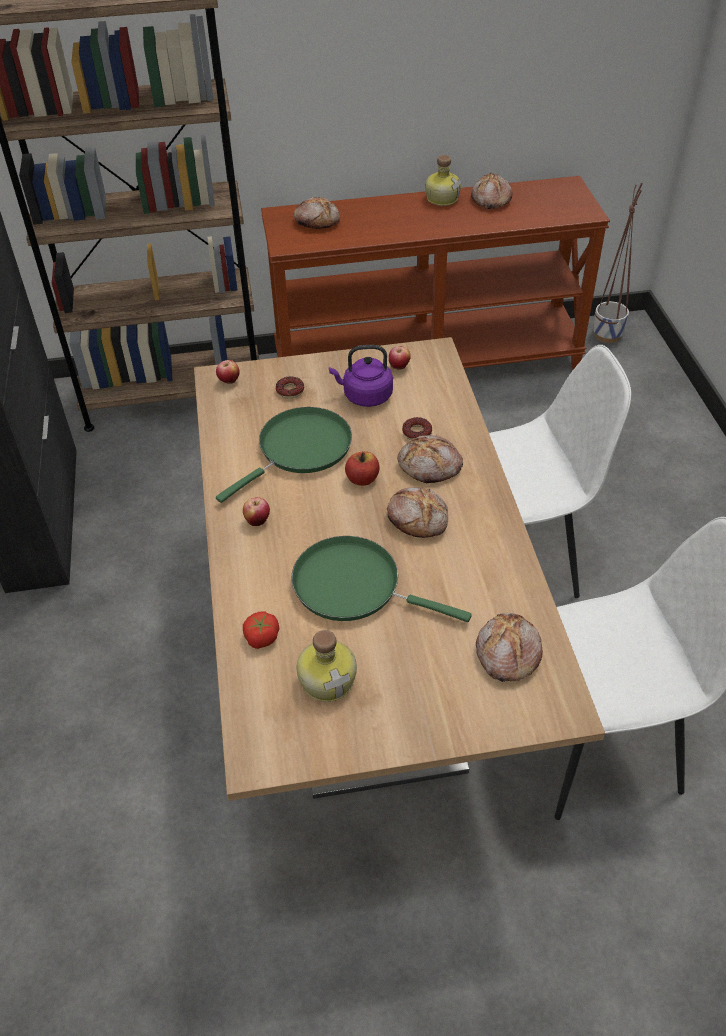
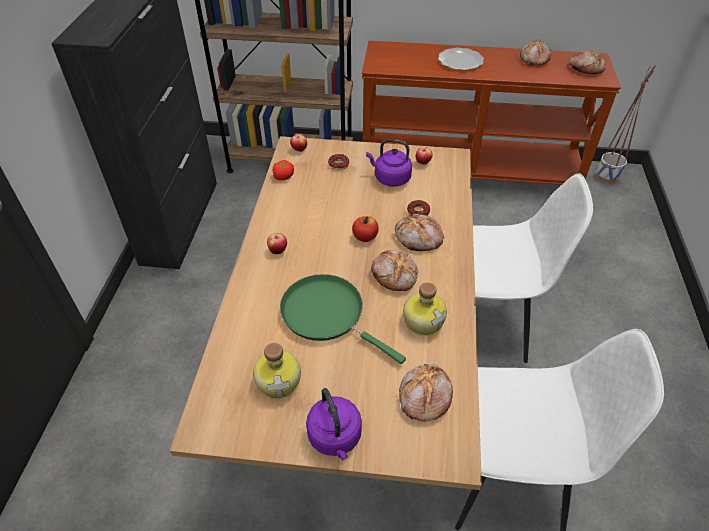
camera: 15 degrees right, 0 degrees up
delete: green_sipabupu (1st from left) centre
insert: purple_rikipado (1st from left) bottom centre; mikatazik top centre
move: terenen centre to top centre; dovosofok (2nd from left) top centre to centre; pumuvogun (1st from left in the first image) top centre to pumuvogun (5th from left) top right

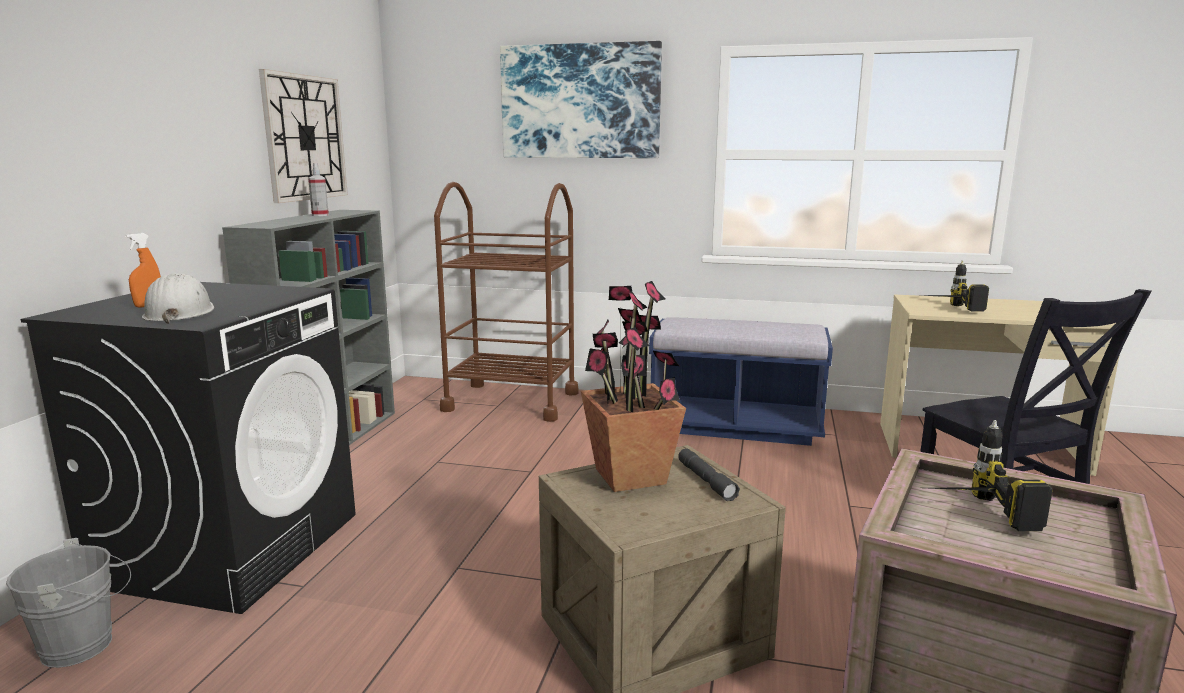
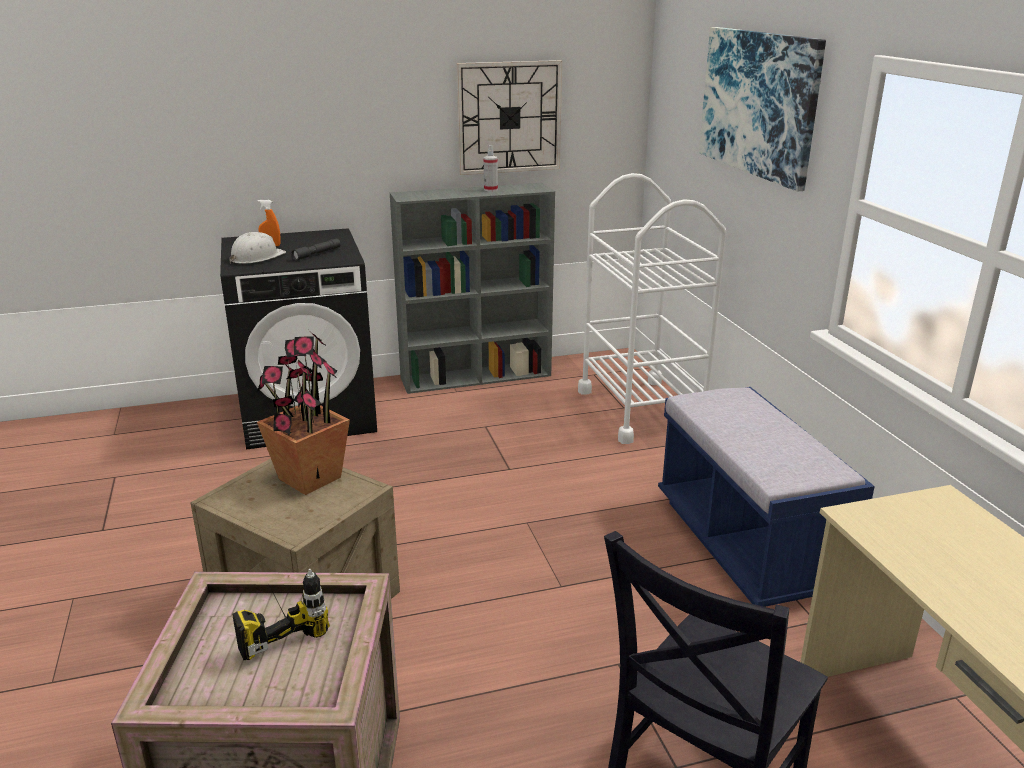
camera: 60 degrees right, 10 degrees up
delete: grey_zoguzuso bottom left; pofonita (1st from left) middle right
move: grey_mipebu bottom centre to top left
recolor: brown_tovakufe centre to white_tovakufe centre

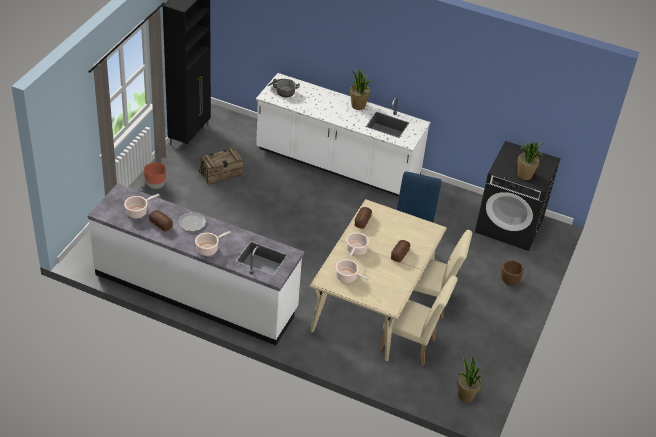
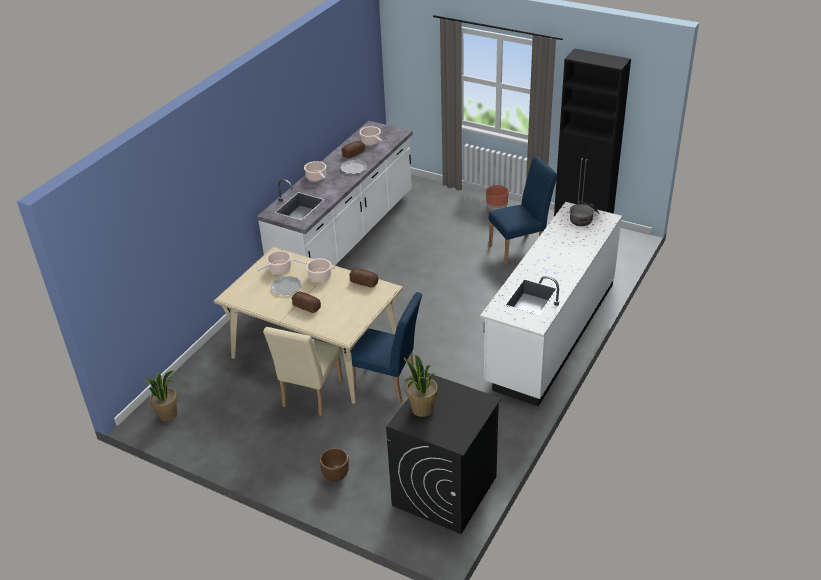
camera: 100 degrees right, 5 degrees down
delete: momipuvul (1st from left) top centre; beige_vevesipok (1st from left) bottom centre
insert: mikatazik (1st from left) centre
replace: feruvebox centre to blue_vevesipok (2nd from left) centre

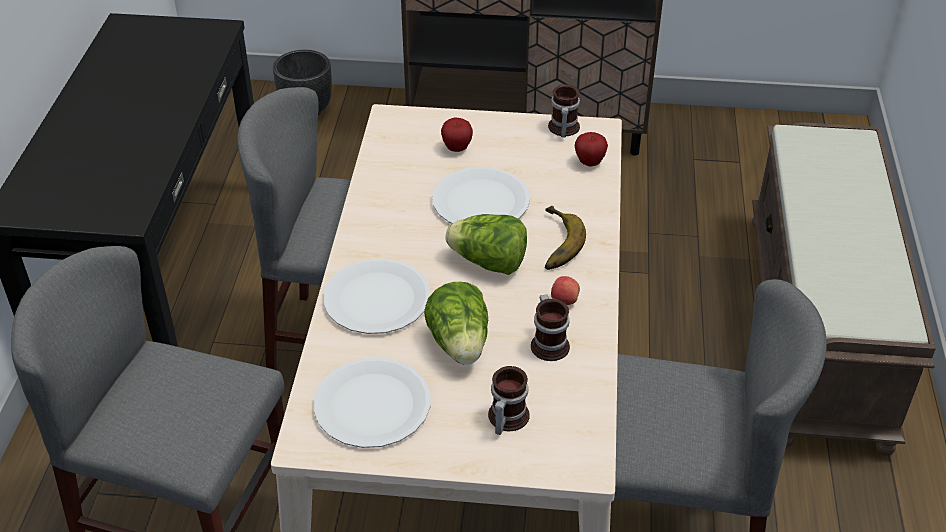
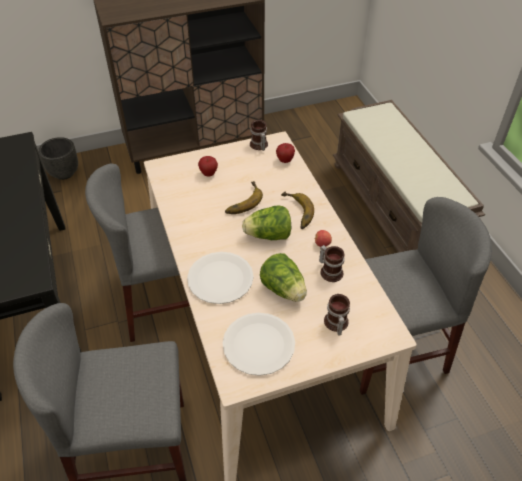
camera: 25 degrees left, 5 degrees up
replace: white_mikatazik (3rd from left) centre to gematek (1st from left) centre

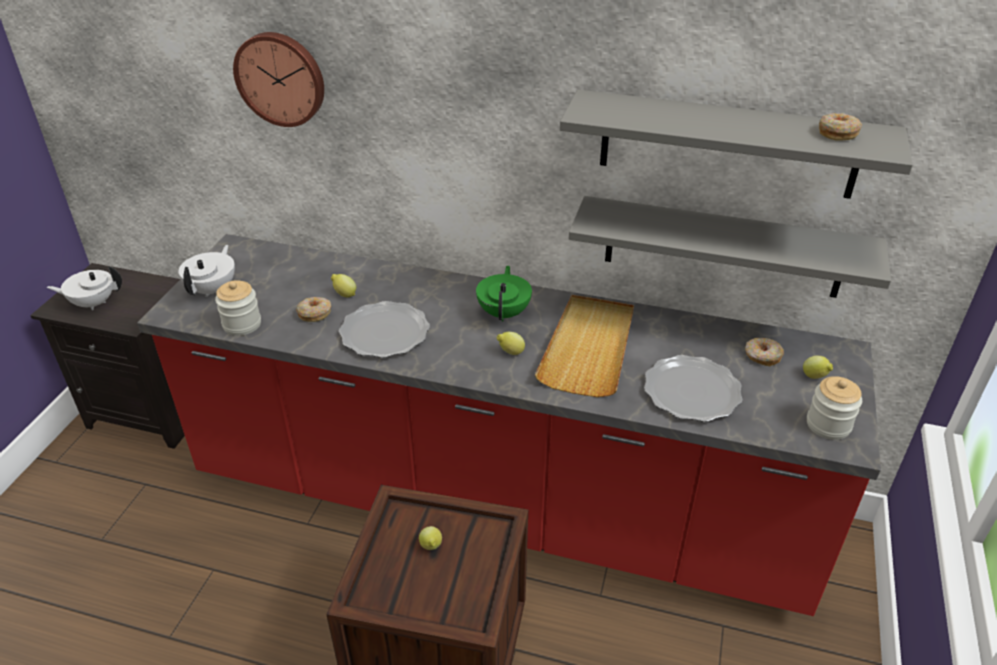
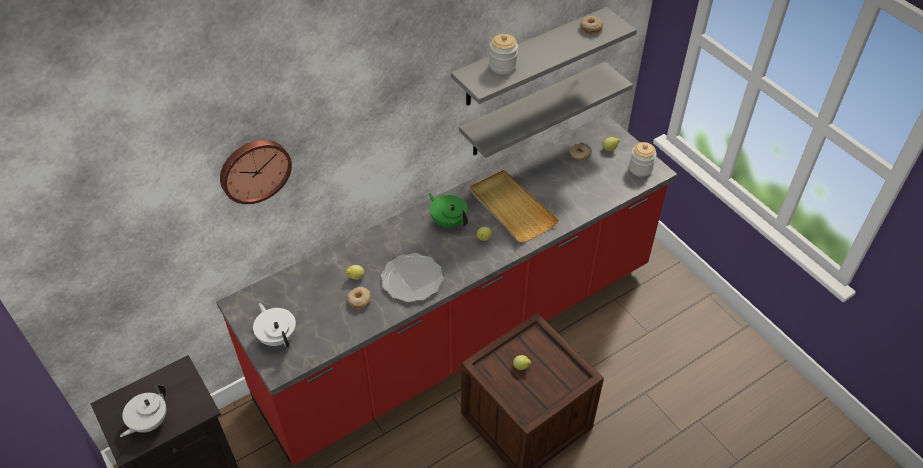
camera: 50 degrees left, 10 degrees up
delete: mikatazik (2nd from left) middle right
move: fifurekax (1st from left) middle left to top centre

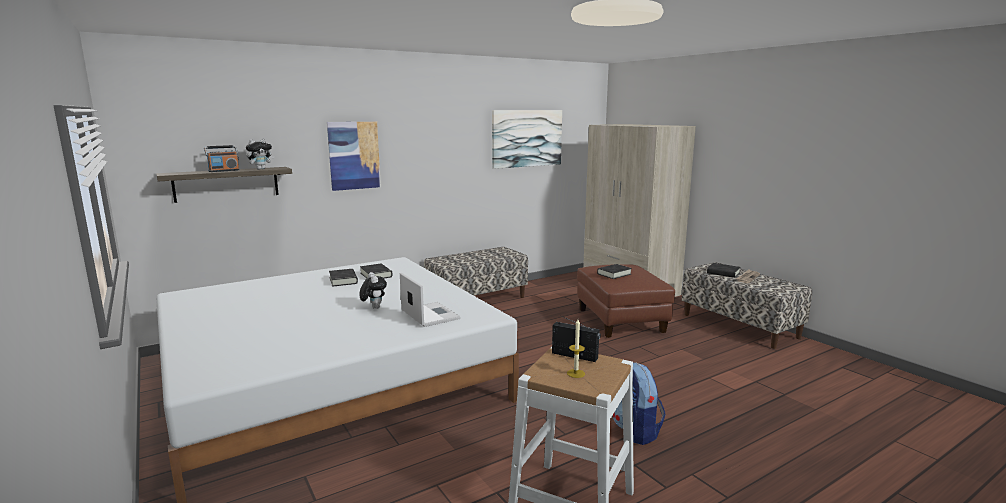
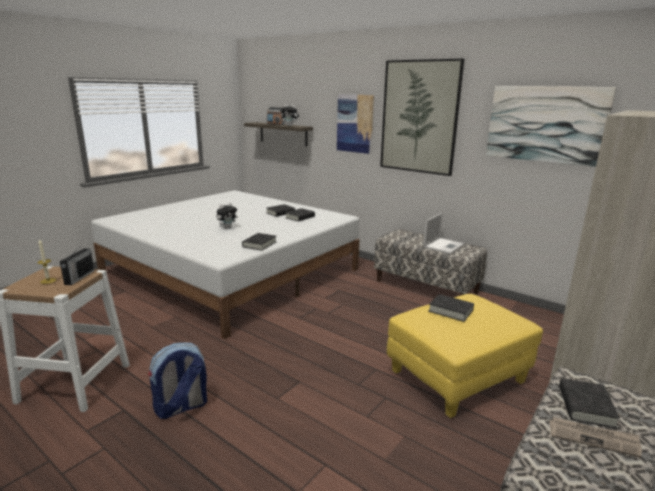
camera: 70 degrees right, 5 degrees up
insert: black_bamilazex (1st from left) centre; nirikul (2nd from left) top centre
move: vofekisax centre to middle right
recolor: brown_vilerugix centre to yellow_vilerugix bottom right

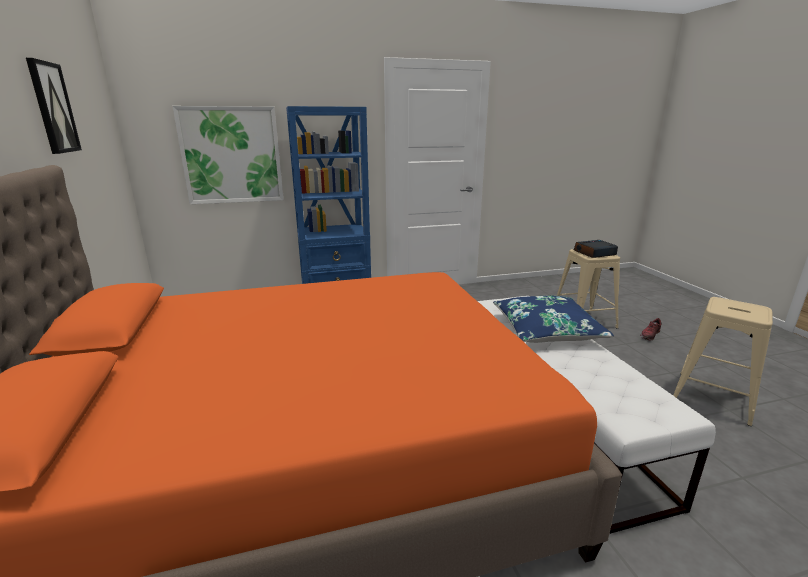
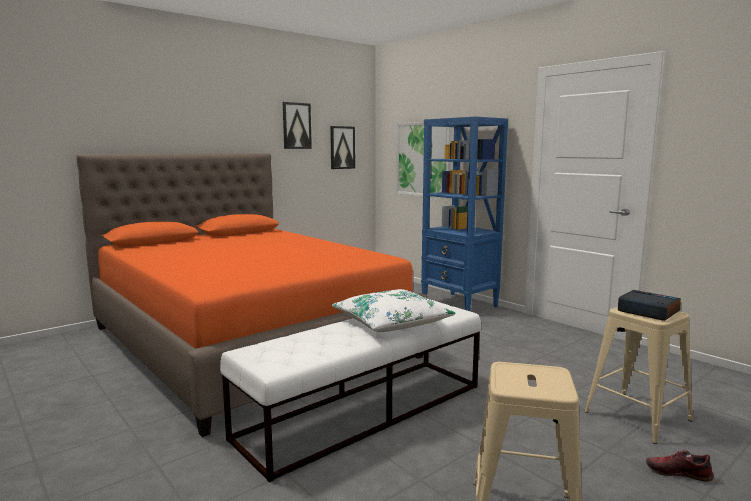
camera: 65 degrees right, 10 degrees down
insert: nirikul (2nd from left) top centre
recolor: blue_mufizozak middle right to white_mufizozak centre

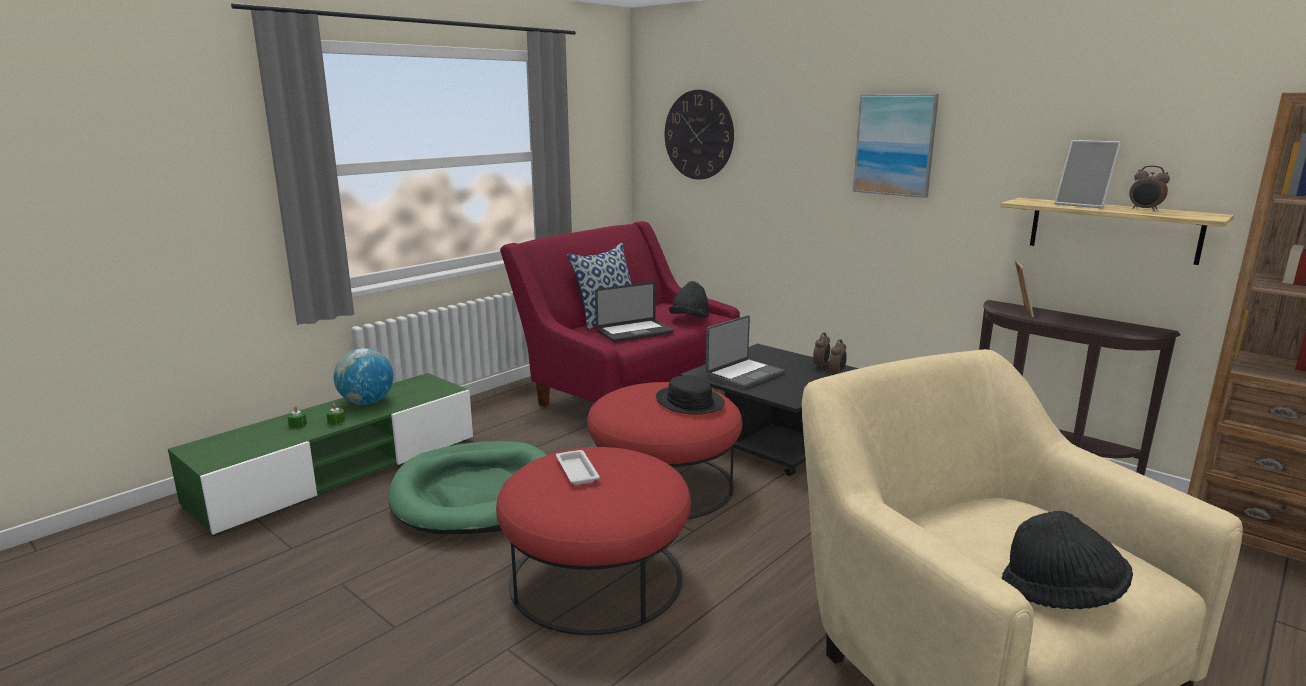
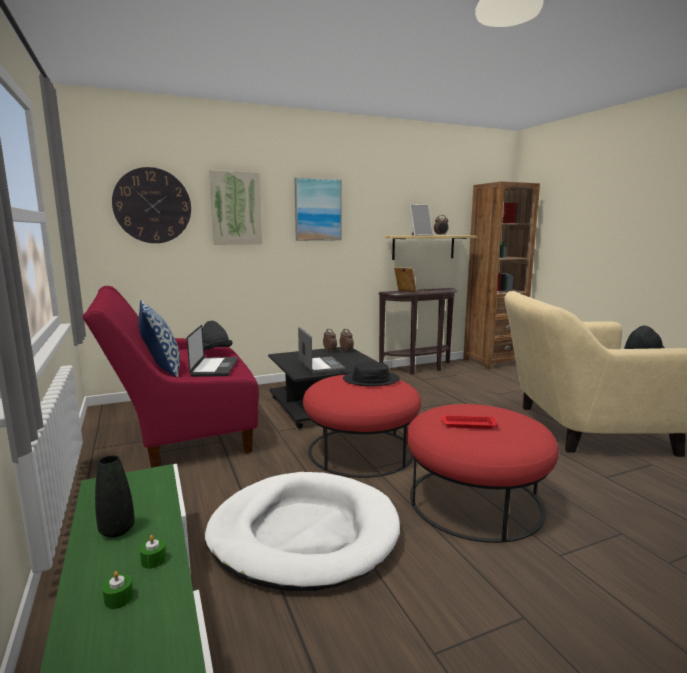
camera: 65 degrees left, 5 degrees down
insert: nirikul (1st from left) top centre
replace: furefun middle left to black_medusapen bottom left
recolor: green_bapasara bottom centre to white_bapasara bottom centre; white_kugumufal bottom centre to red_kugumufal middle right

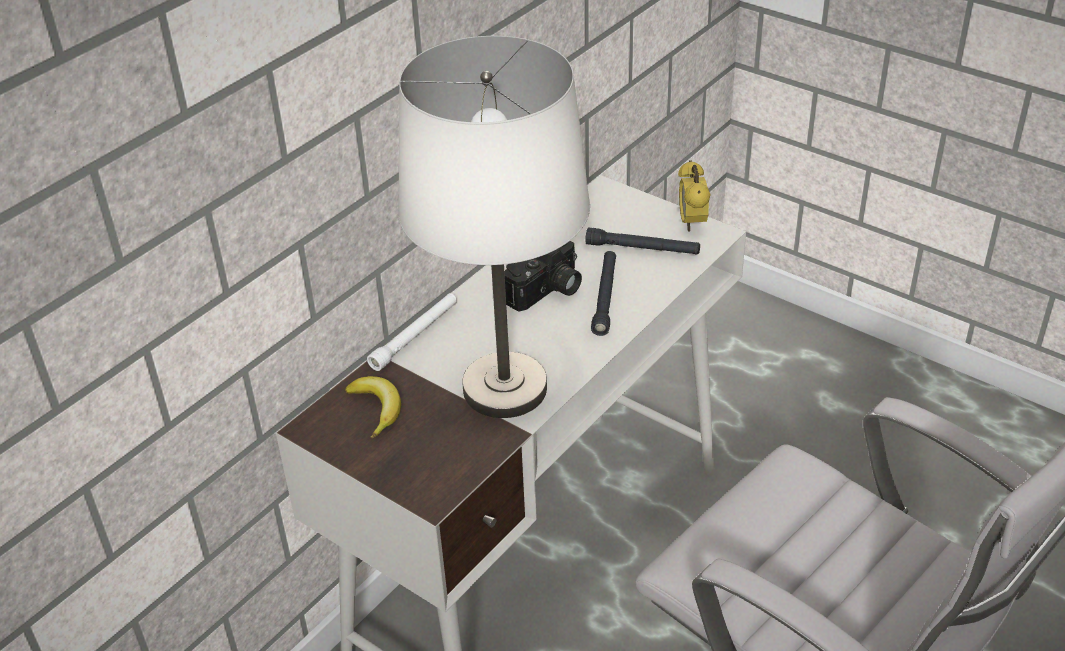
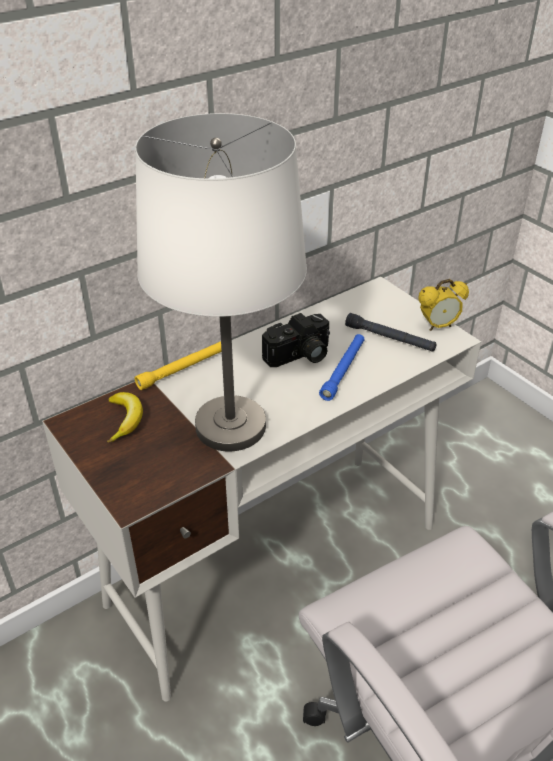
camera: 15 degrees right, 0 degrees up
recolor: white_mipebu centre to yellow_mipebu middle left; black_mipebu (1st from left) centre to blue_mipebu centre
rotate: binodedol top centre = middle right 120 degrees counterclockwise

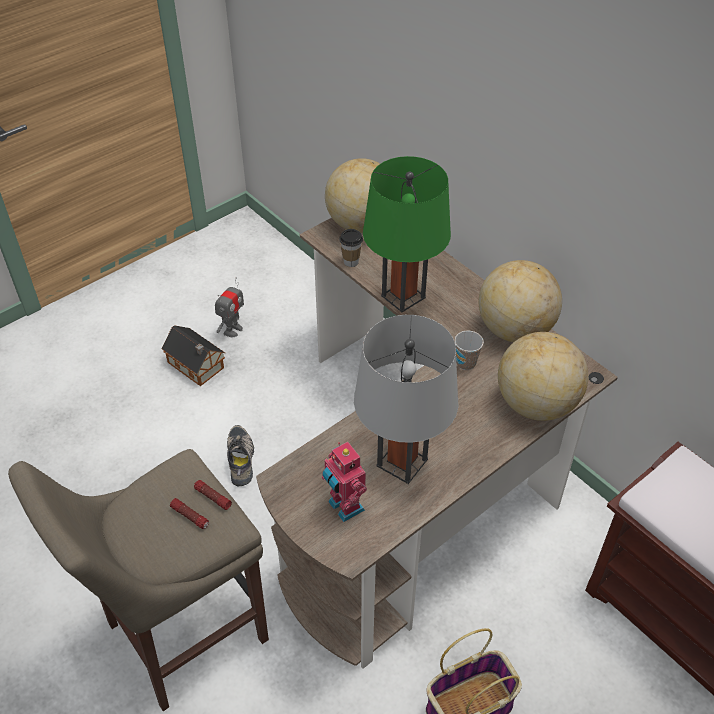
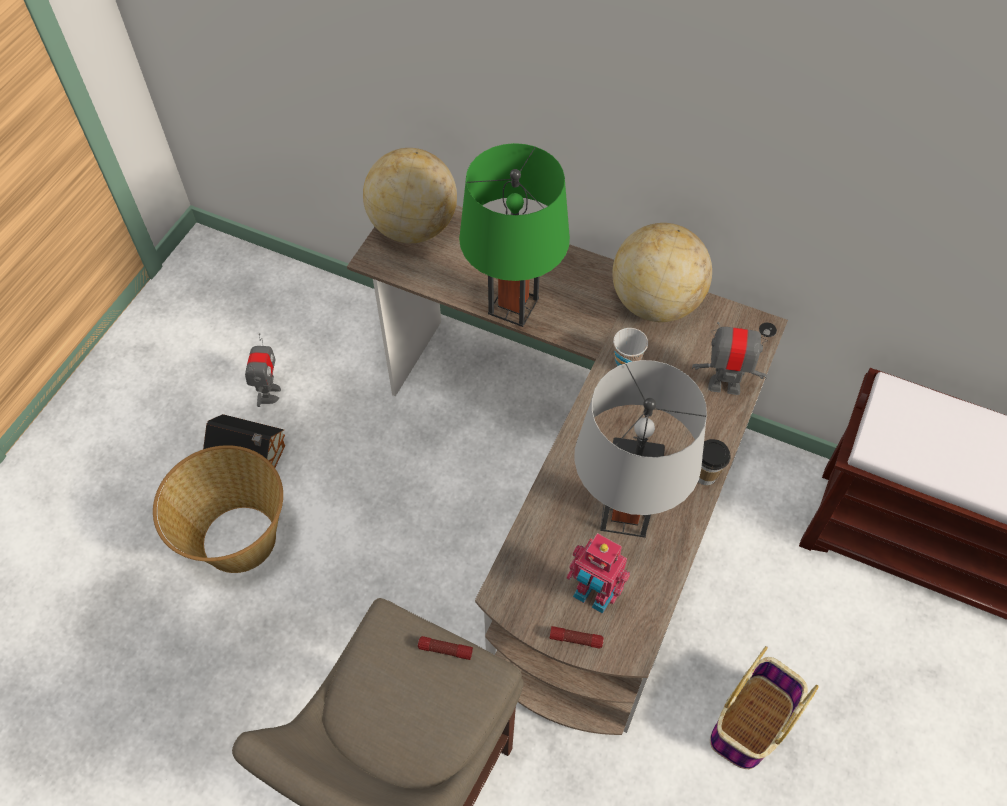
camera: 25 degrees left, 10 degrees up
delete: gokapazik centre
insert: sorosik (1st from left) middle left
move: mipebu (1st from left in the first image) bottom left to mipebu (2nd from left) bottom centre; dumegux (1st from left in the first image) centre to dumegux (2nd from left) middle right
replace: furefun (3rd from left) middle right to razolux (3rd from left) middle right

